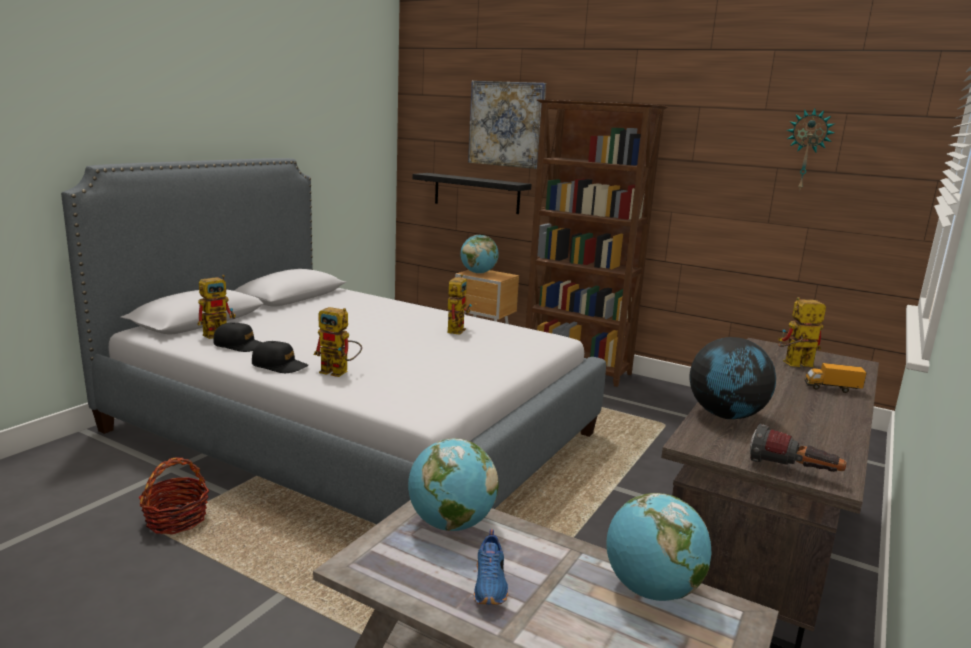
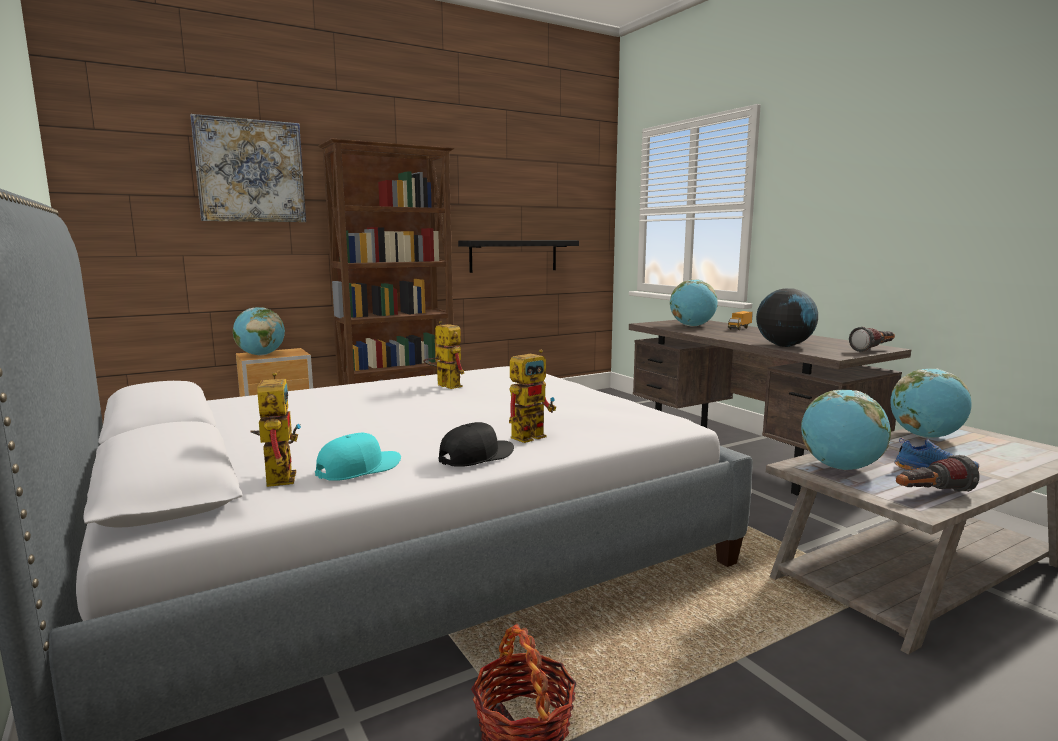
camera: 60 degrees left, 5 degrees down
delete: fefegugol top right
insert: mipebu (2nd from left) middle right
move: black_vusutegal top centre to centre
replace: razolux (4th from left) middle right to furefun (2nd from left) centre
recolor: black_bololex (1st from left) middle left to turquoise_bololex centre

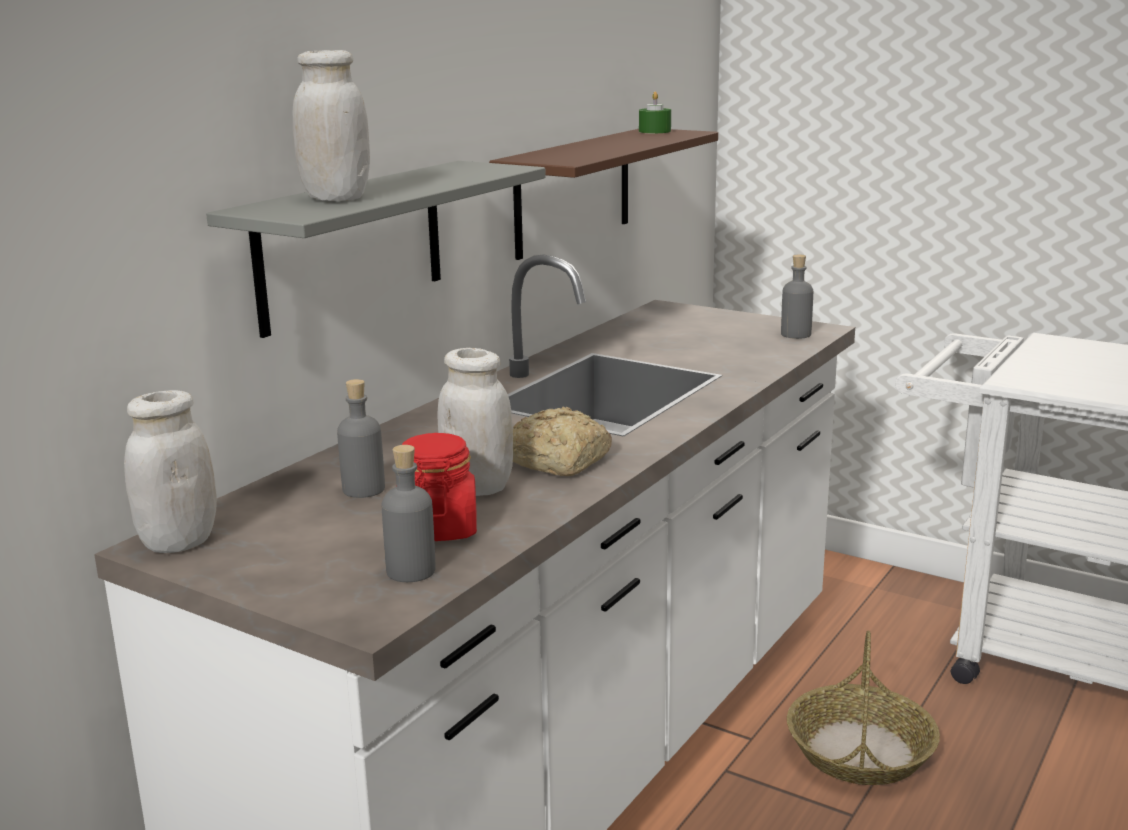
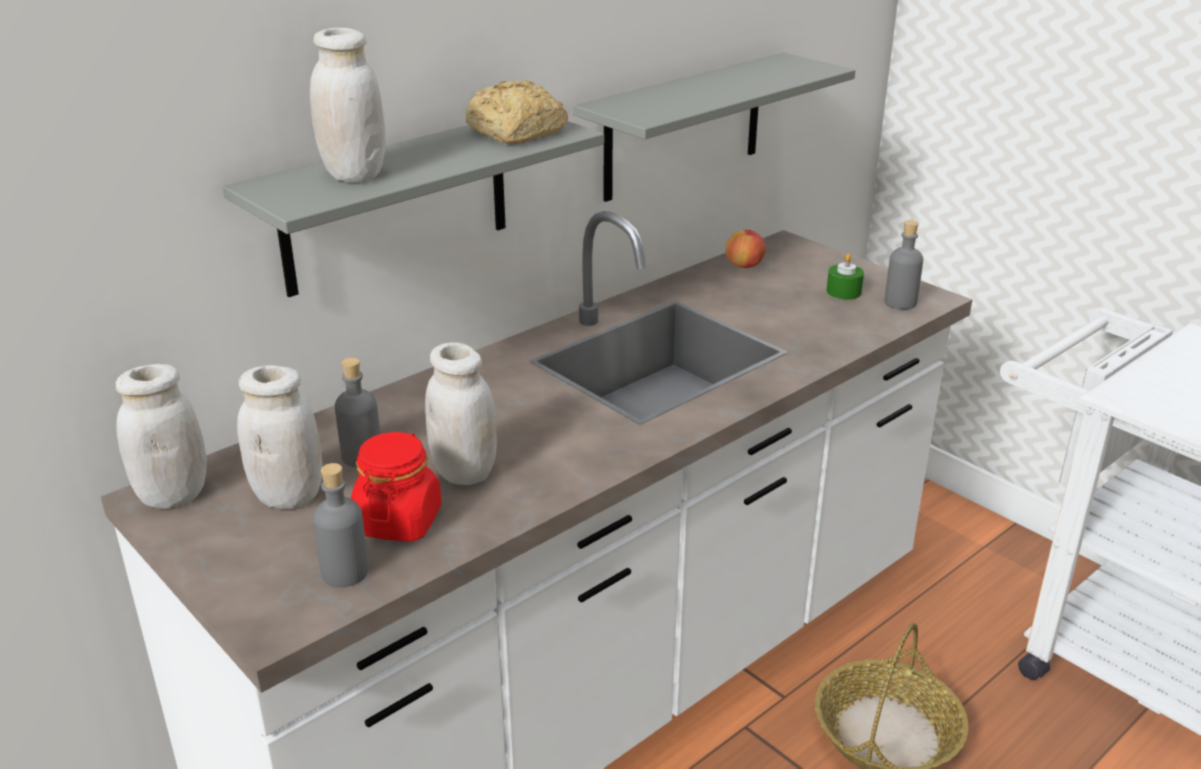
camera: 15 degrees right, 10 degrees up
insert: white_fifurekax (2nd from left) middle left; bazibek top centre
move: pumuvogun centre to top centre; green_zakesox top centre to middle right
recolor: brown_vusutegal top centre to grey_vusutegal (2nd from left) top centre

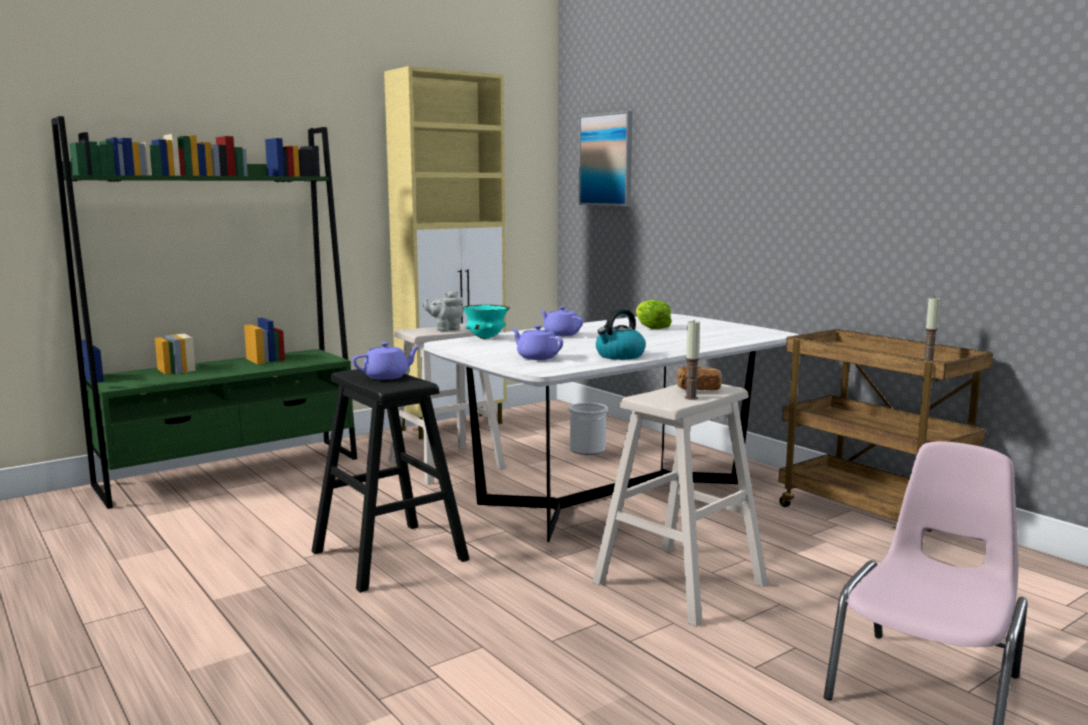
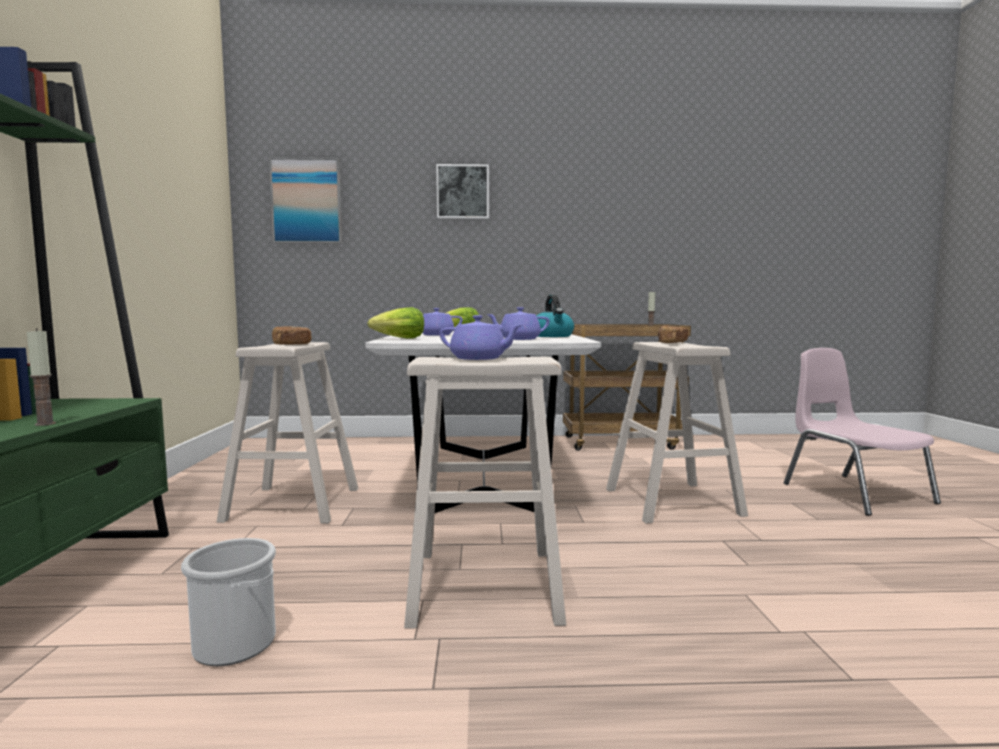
camera: 55 degrees left, 5 degrees down
delete: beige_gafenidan centre
insert: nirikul (2nd from left) top centre
move: zakesox (1st from left) centre to middle left; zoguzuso centre to bottom left
replace: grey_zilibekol centre to pumuvogun (1st from left) middle left; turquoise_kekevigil centre to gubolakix (1st from left) centre
recolor: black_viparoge centre to beige_viparoge (2nd from left) centre
rotate: purple_zilibekol (1st from left in the first image) centre = centre 105 degrees clockwise

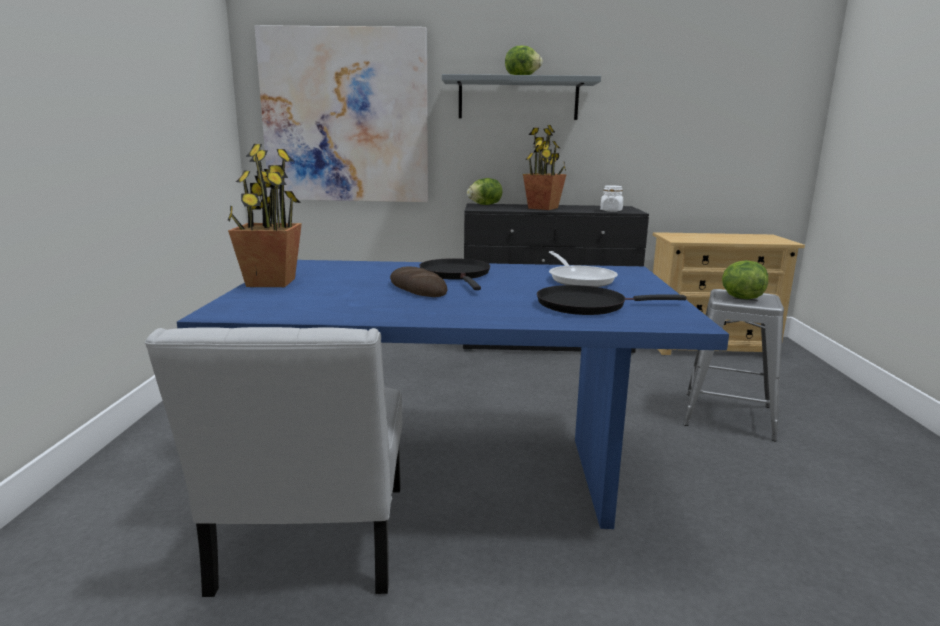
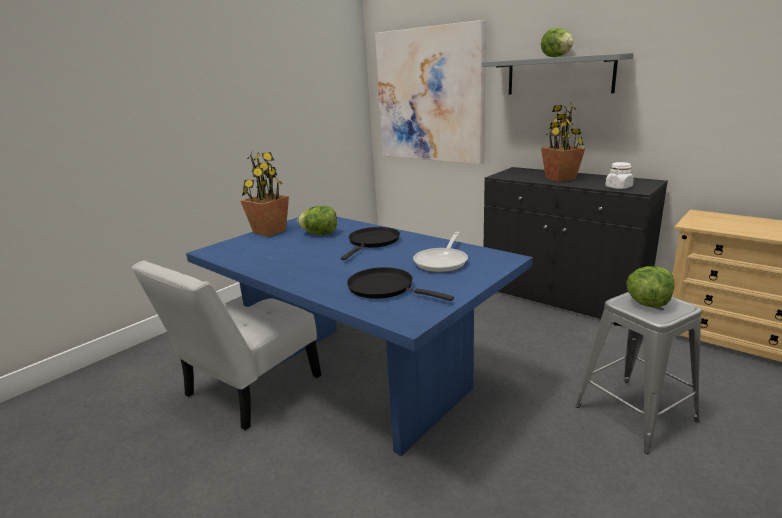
camera: 40 degrees right, 5 degrees up
delete: pumuvogun centre
move: gubolakix (1st from left) top centre to centre

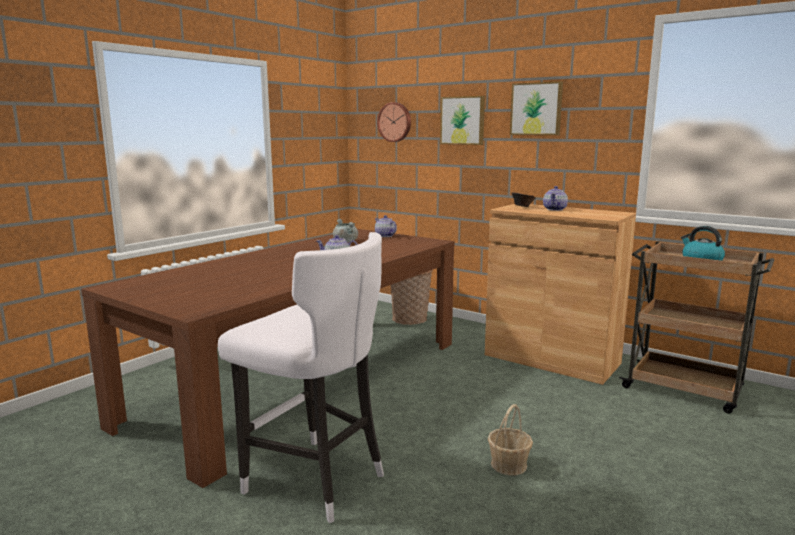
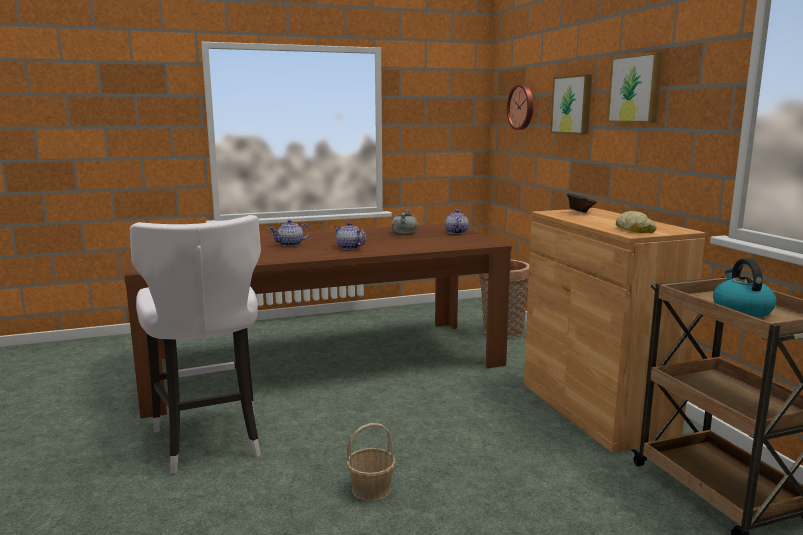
camera: 35 degrees right, 0 degrees up
insert: pumuvogun middle right
move: zilibekol (3rd from left in the first image) middle right to zilibekol (1st from left) centre

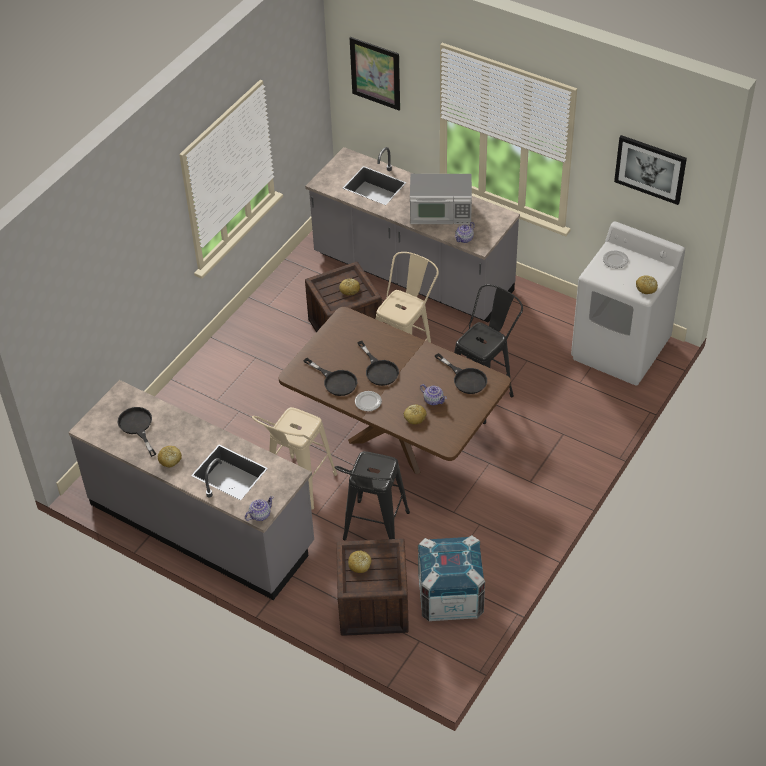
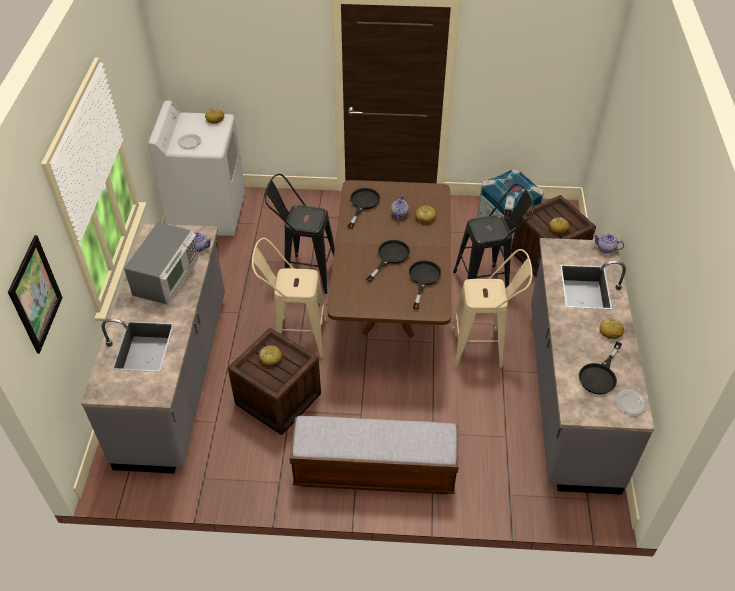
camera: 120 degrees left, 0 degrees up
delete: nirikul (2nd from left) top right
insert: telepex bottom centre
move: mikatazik (1st from left in the first image) centre to mikatazik (2nd from left) bottom right
rotate: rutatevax top centre = middle left 45 degrees clockwise

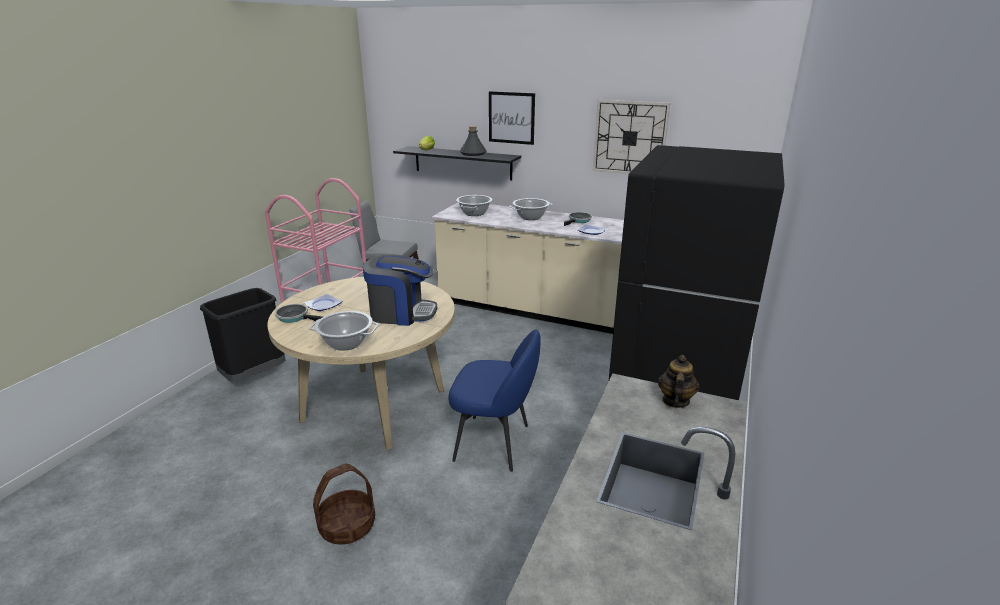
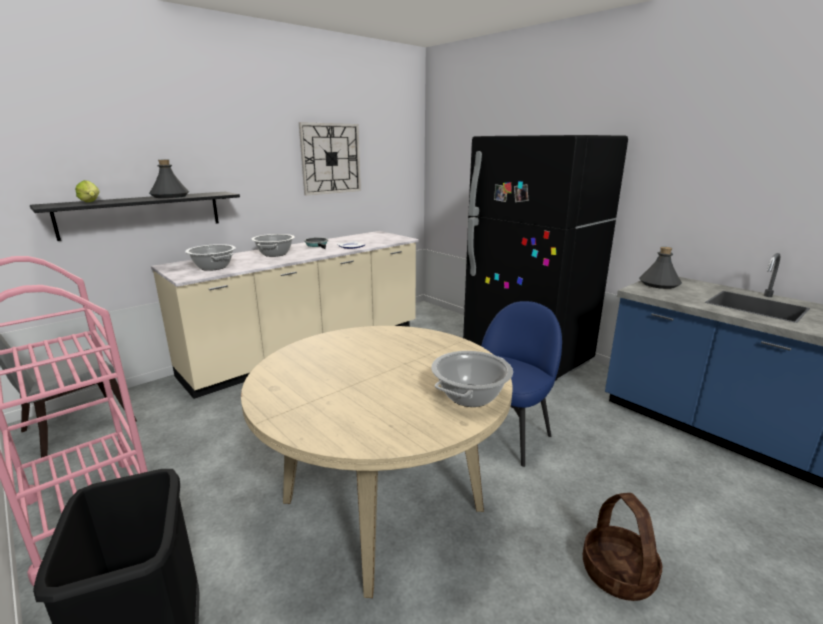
camera: 65 degrees left, 5 degrees down
delete: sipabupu (1st from left) middle left; mikatazik (1st from left) middle left; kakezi centre; nirikul top centre
replace: zilibekol middle right to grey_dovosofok (2nd from left) middle right

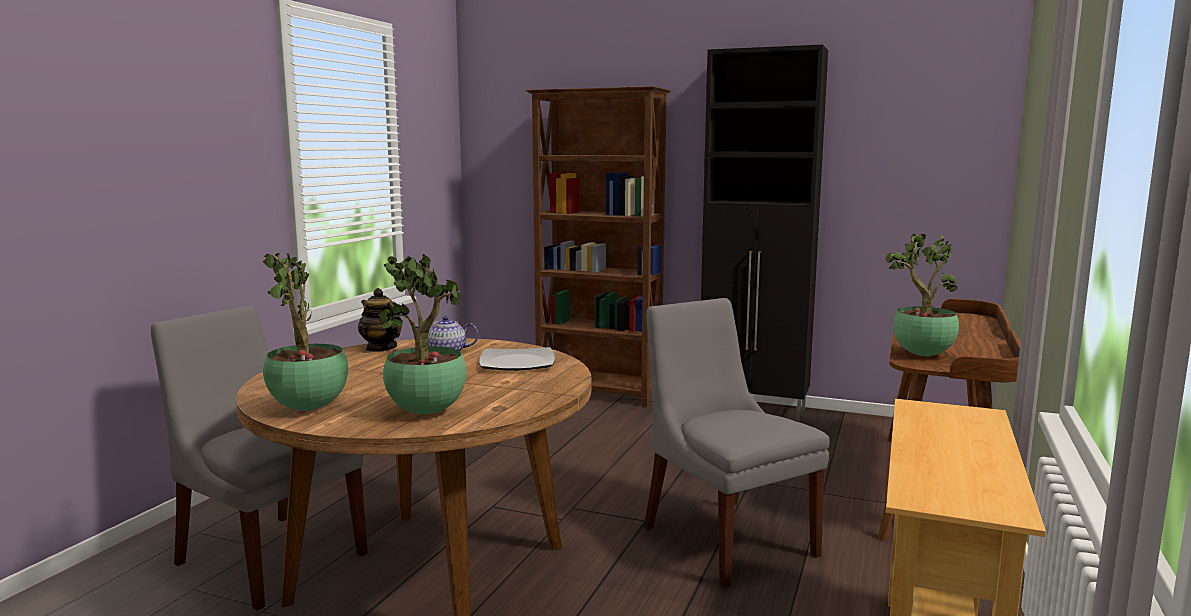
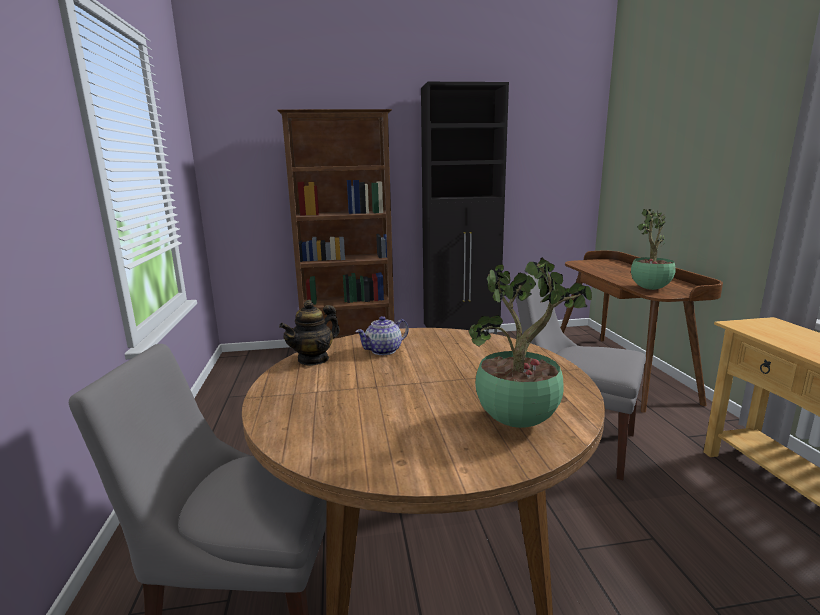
camera: 30 degrees left, 5 degrees up
delete: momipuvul (1st from left) middle left; mikatazik centre
rotate: zilibekol (1st from left) middle left = centre 60 degrees counterclockwise

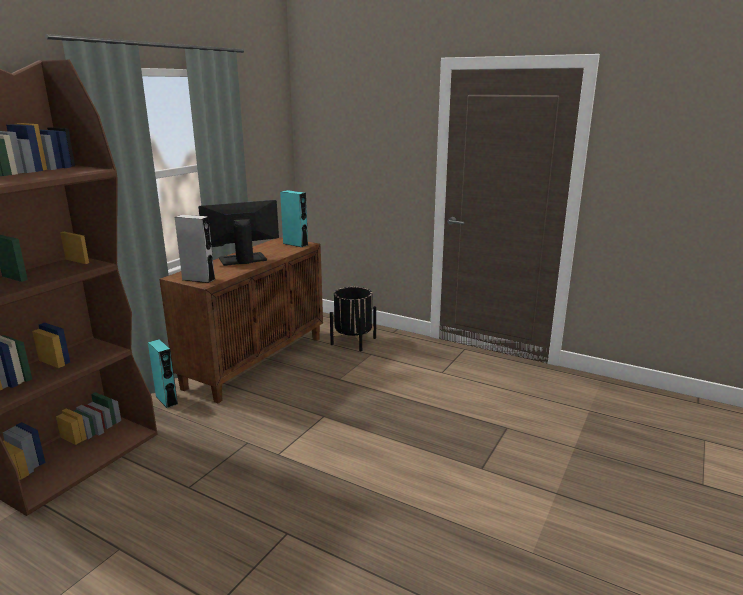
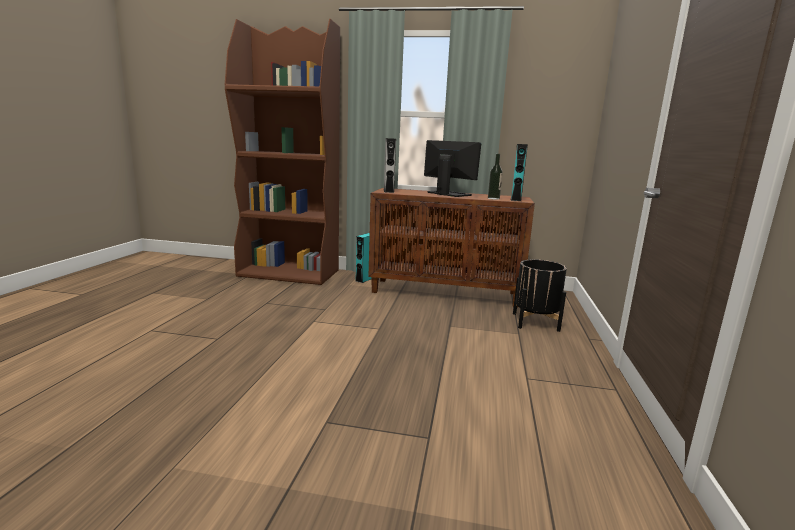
camera: 70 degrees right, 5 degrees down
insert: dovosofok centre

